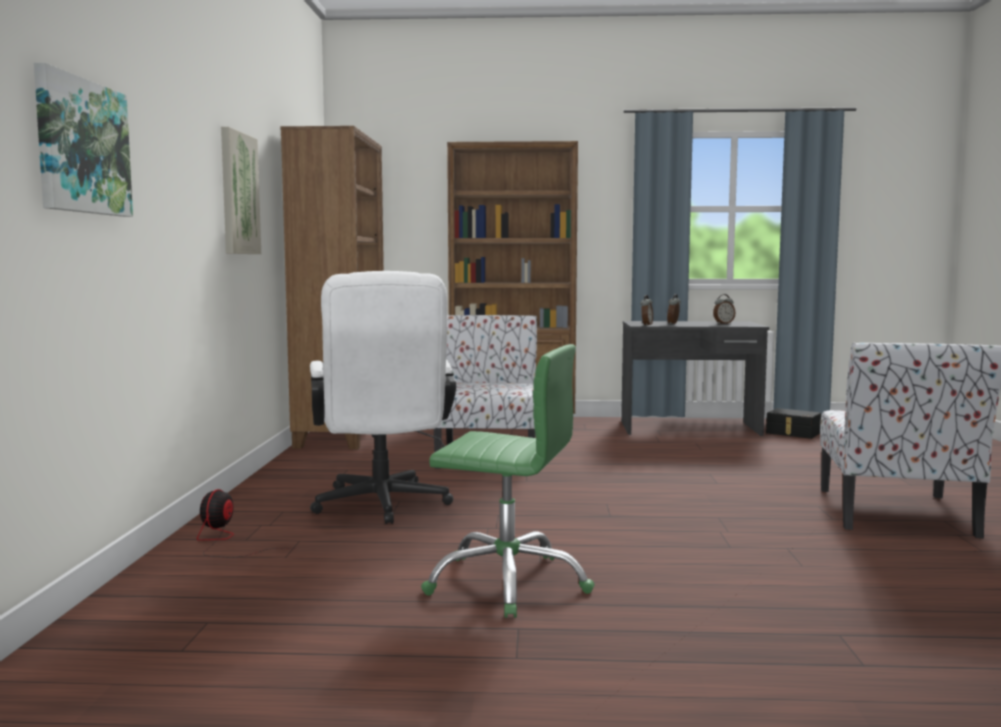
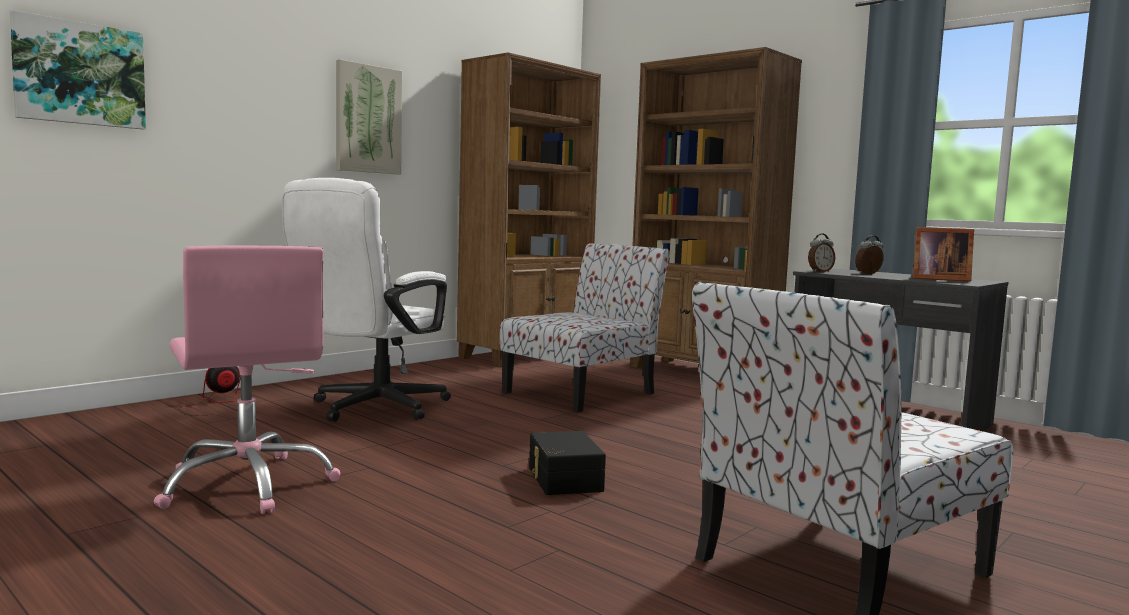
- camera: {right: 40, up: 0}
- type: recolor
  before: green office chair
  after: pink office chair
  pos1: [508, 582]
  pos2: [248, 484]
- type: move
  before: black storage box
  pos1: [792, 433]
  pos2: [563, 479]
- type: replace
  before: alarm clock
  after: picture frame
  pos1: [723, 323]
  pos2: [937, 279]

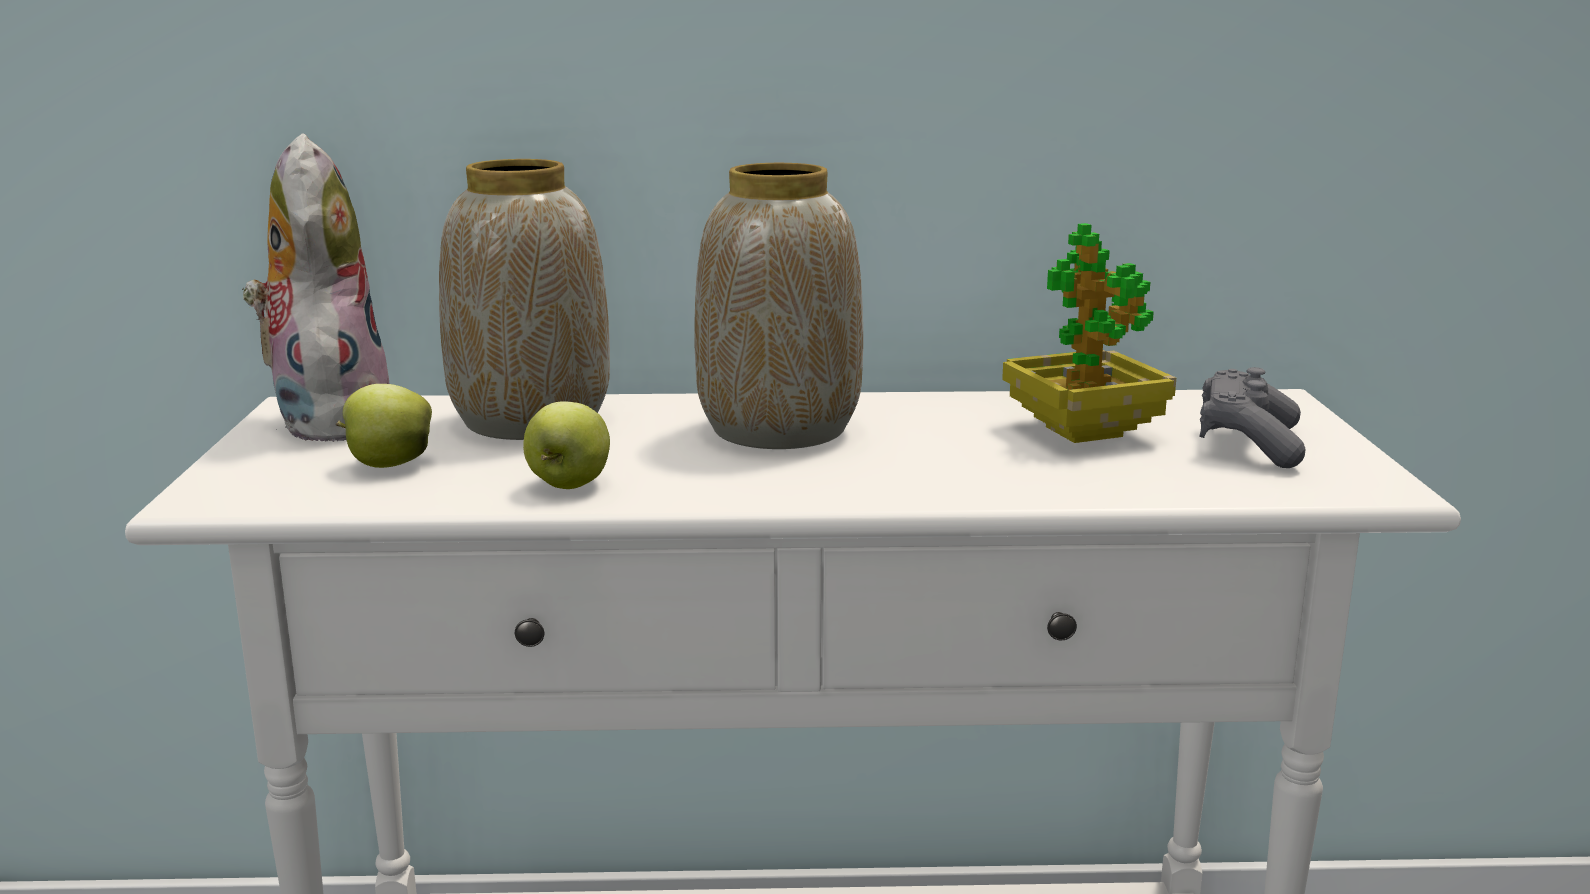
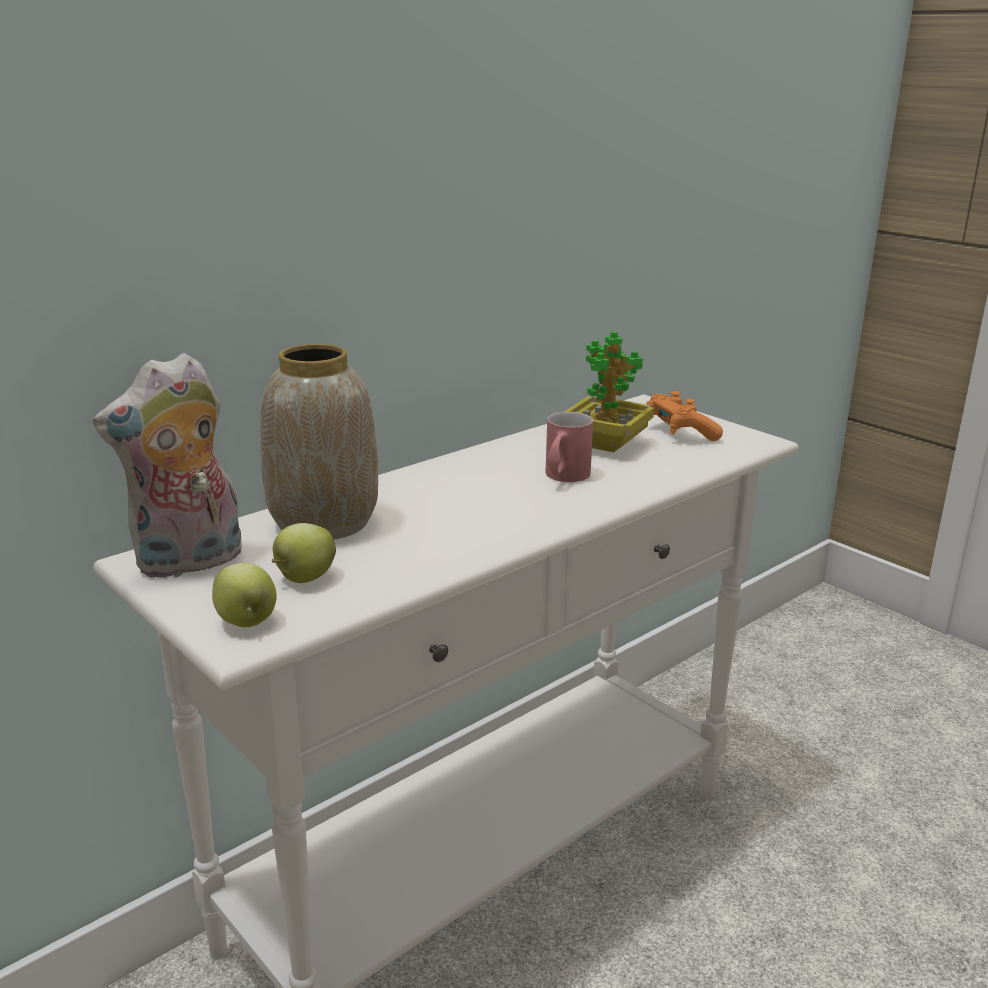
- camera: {right: -40, up: 5}
- type: rotate
  before: plush toy
  pos1: [327, 420]
  pos2: [189, 563]
  turn: -75
- type: move
  before: apple
  pos1: [569, 485]
  pos2: [247, 622]
- type: insert
  after: red mug
  pos2: [563, 478]
- type: recolor
  before: grey game controller
  after: orange game controller
  pos1: [1248, 444]
  pos2: [679, 432]
- type: delete
  before: vase
  pos1: [776, 430]

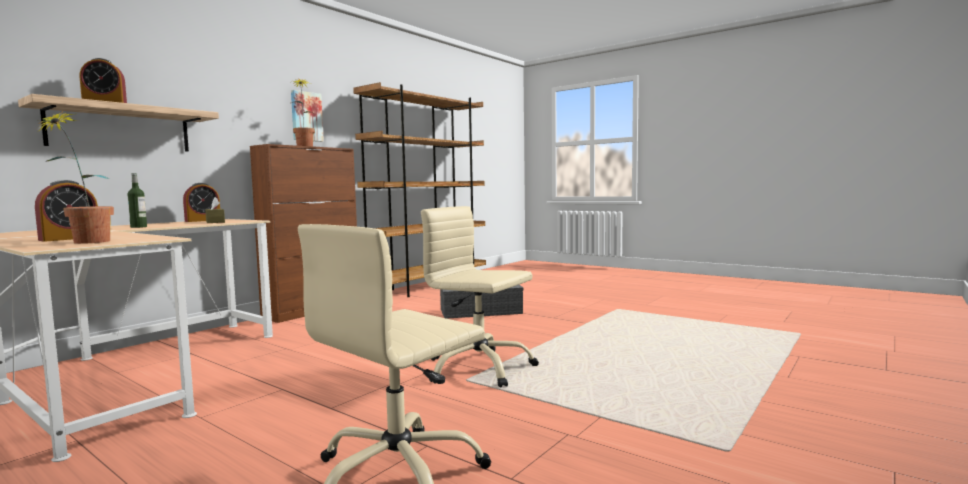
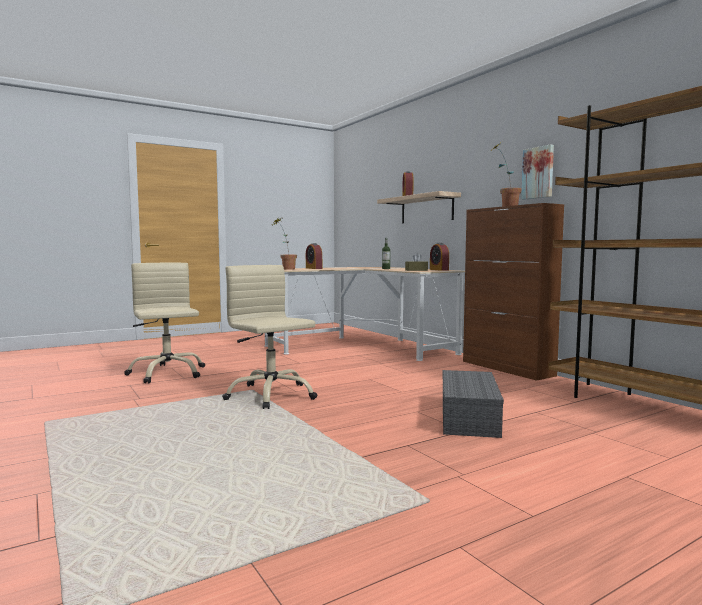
- camera: {right: 110, up: 0}
- type: rotate
  before: beige office chair
  pos1: [478, 368]
  pos2: [270, 395]
  turn: -90

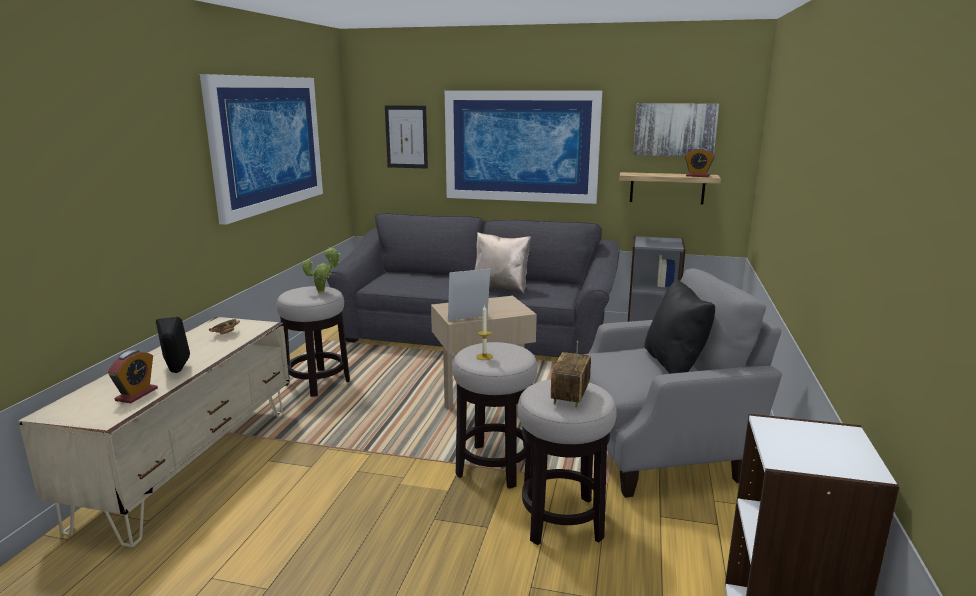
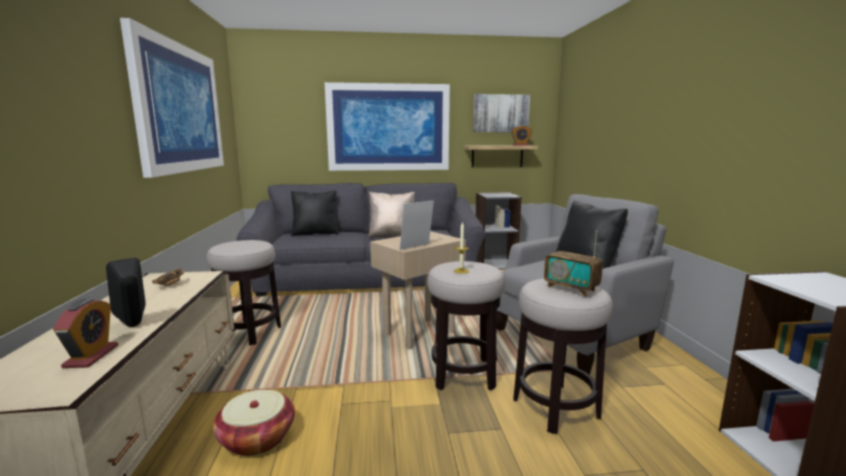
- camera: {right: -20, up: -5}
- type: insert
  after: basket
  pos2: [257, 438]
- type: insert
  after: black pillow
  pos2: [315, 233]
- type: rotate
  before: radio
  pos1: [570, 396]
  pos2: [571, 288]
  turn: -45
- type: delete
  before: potted plant
  pos1: [323, 291]
- type: delete
  before: picture
  pos1: [406, 137]

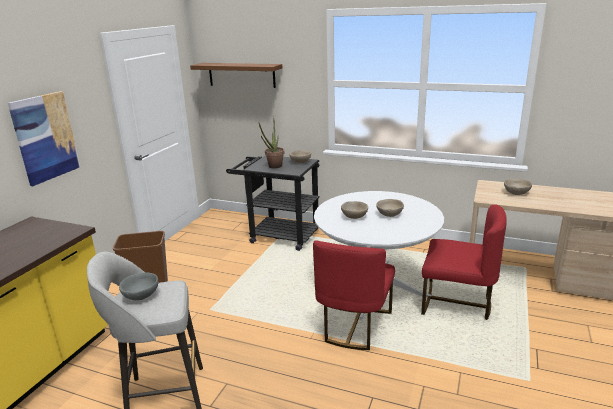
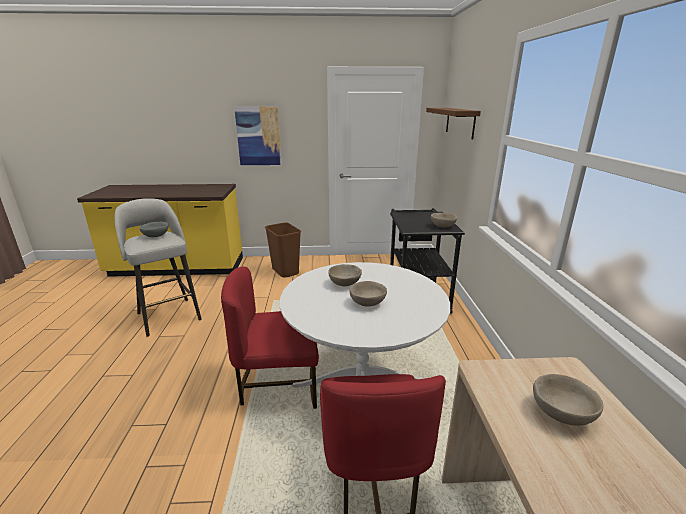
- camera: {right: 65, up: 0}
- type: delete
  before: potted plant
  pos1: [273, 167]

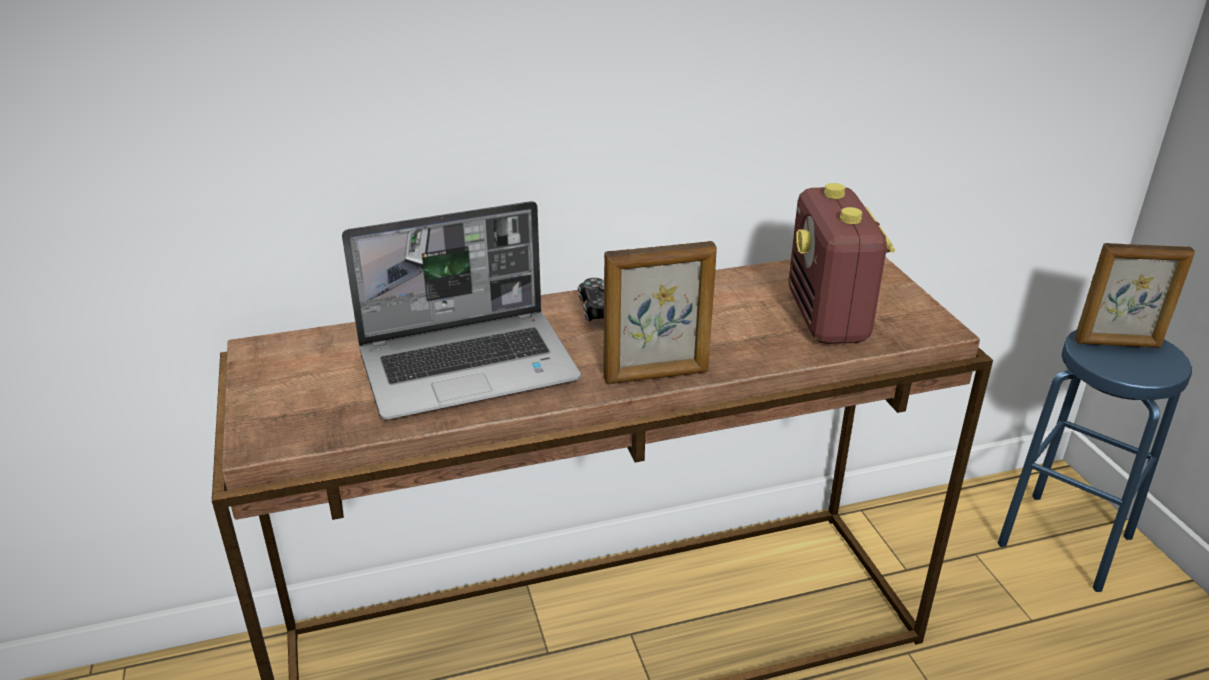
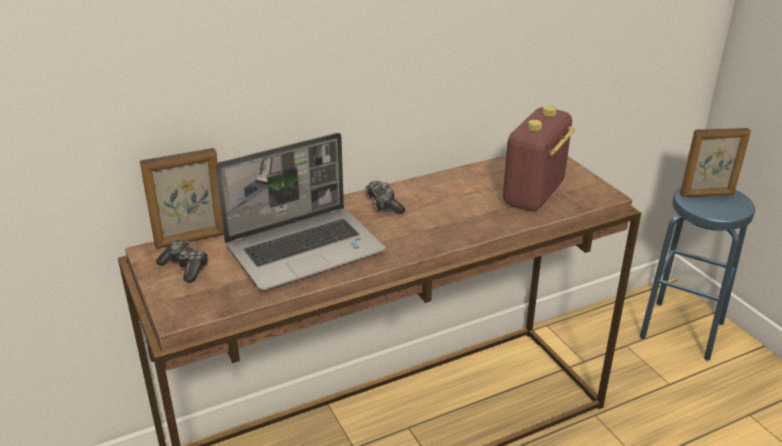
- camera: {right: -10, up: 0}
- type: move
  before: picture frame
  pos1: [656, 375]
  pos2: [191, 240]
- type: insert
  after: game controller
  pos2: [185, 267]
- type: rotate
  before: radio
  pos1: [828, 318]
  pos2: [533, 194]
  turn: 45

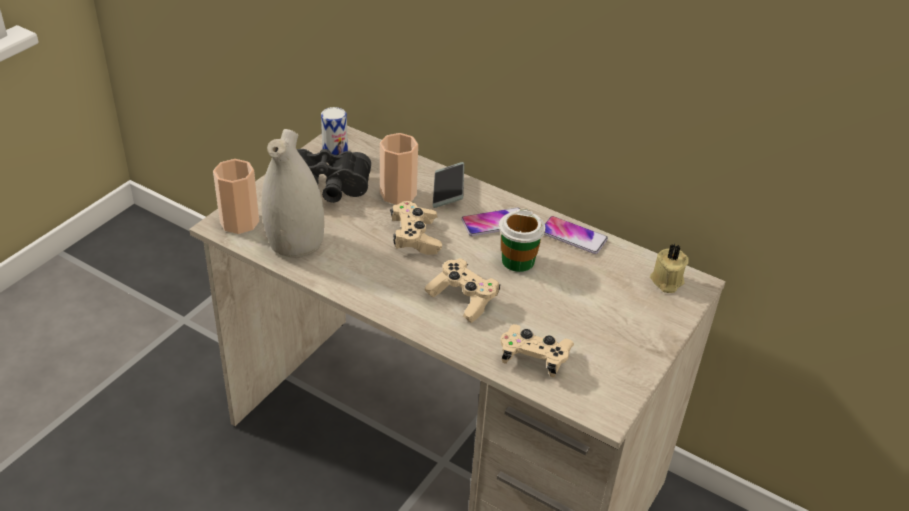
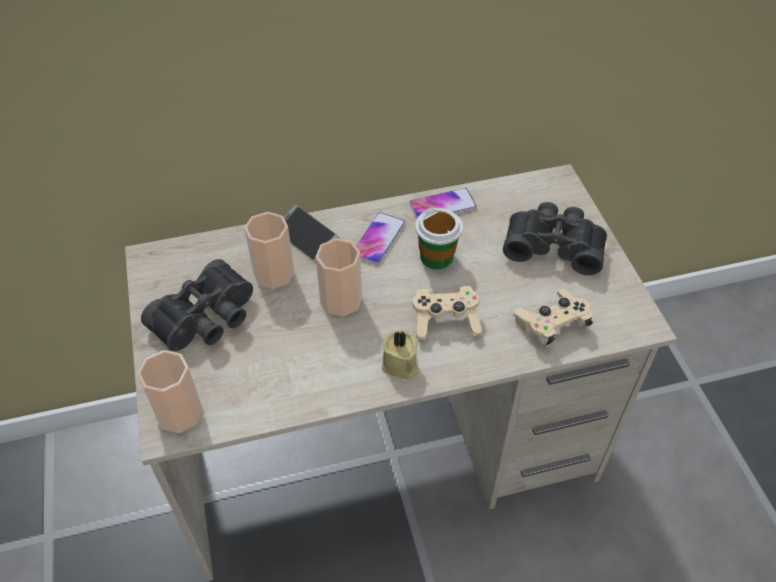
- camera: {right: -45, up: 10}
- type: replace
  before: beige game controller
  after: cup
  pos1: [415, 237]
  pos2: [341, 300]
- type: move
  before: beige candle
  pos1: [666, 281]
  pos2: [400, 365]
- type: insert
  after: black binoculars
  pos2: [554, 245]
- type: delete
  before: white vase
  pos1: [295, 243]
- type: delete
  before: can
  pos1: [335, 153]

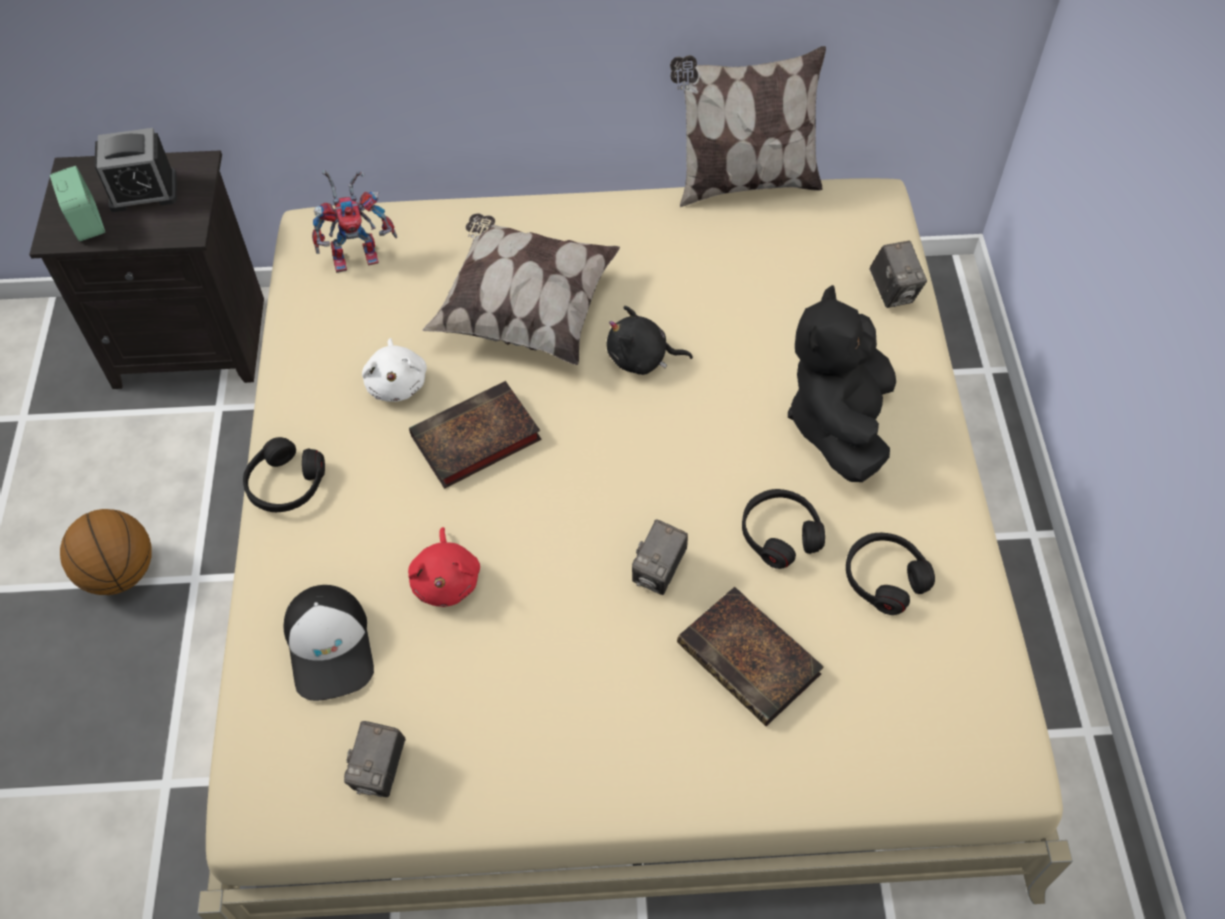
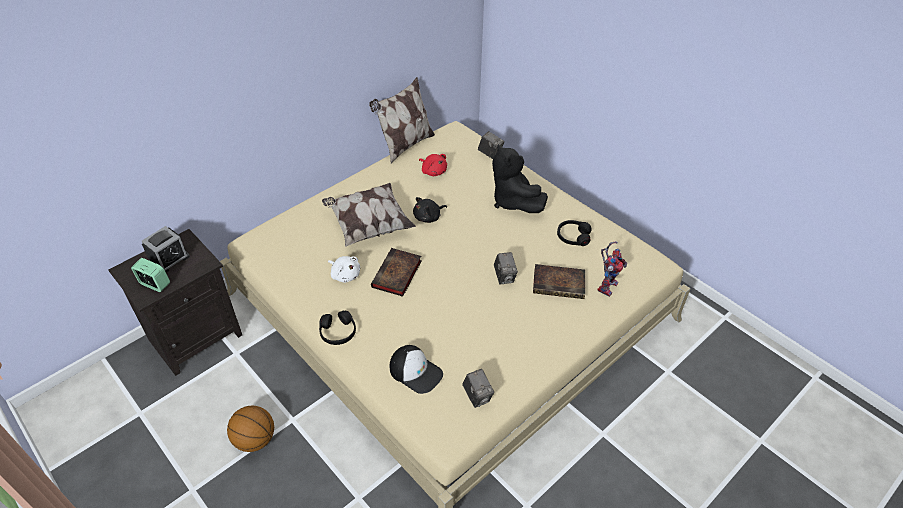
- camera: {right: -40, up: -10}
- type: move
  before: red plush toy
  pos1: [446, 580]
  pos2: [433, 171]
- type: move
  before: toy robot
  pos1: [359, 254]
  pos2: [606, 284]
- type: delete
  before: black headphones
  pos1: [780, 533]

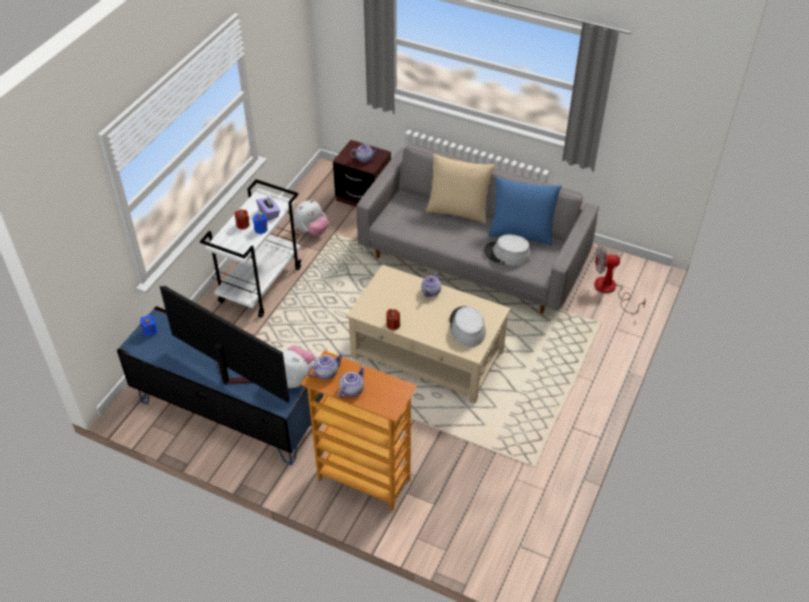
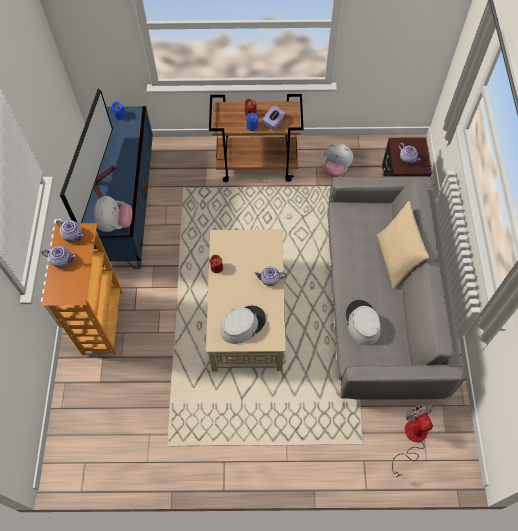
- camera: {right: 65, up: 15}
- type: recolor
  before: white cart
  after: brown cart
  pos1: [260, 284]
  pos2: [257, 164]
- type: delete
  before: blue pillow
  pos1: [521, 233]

